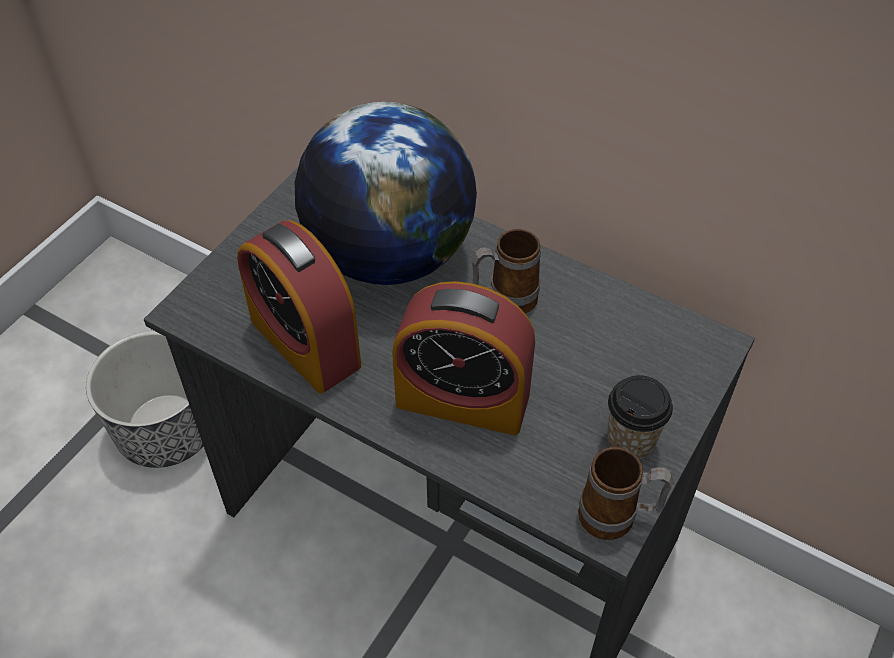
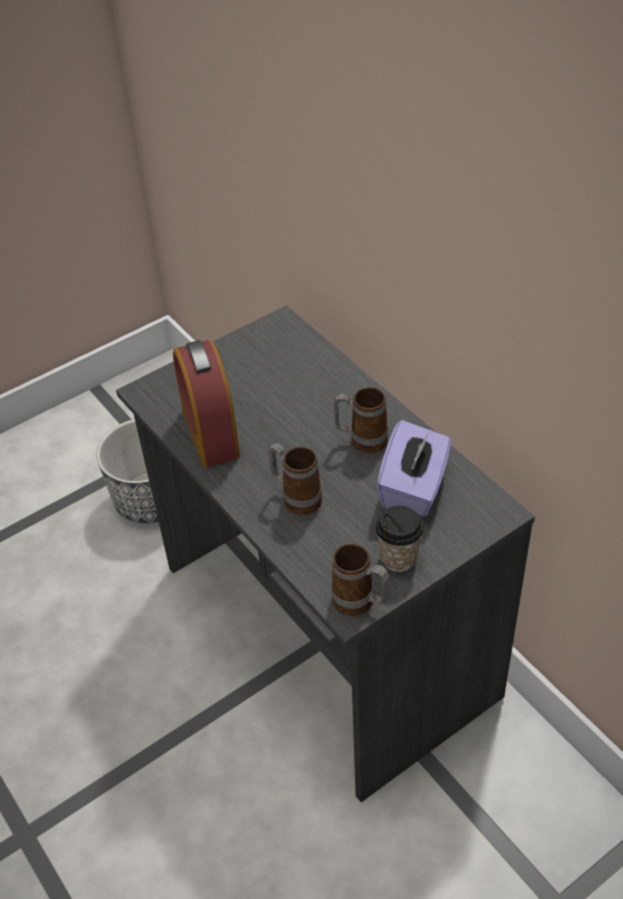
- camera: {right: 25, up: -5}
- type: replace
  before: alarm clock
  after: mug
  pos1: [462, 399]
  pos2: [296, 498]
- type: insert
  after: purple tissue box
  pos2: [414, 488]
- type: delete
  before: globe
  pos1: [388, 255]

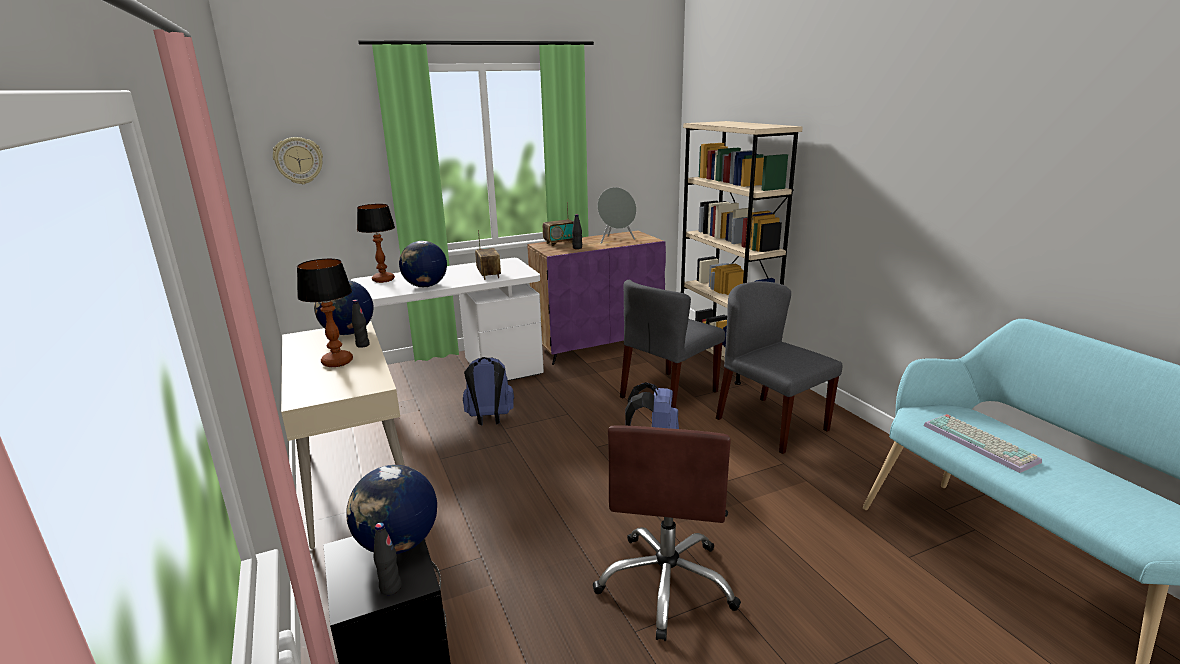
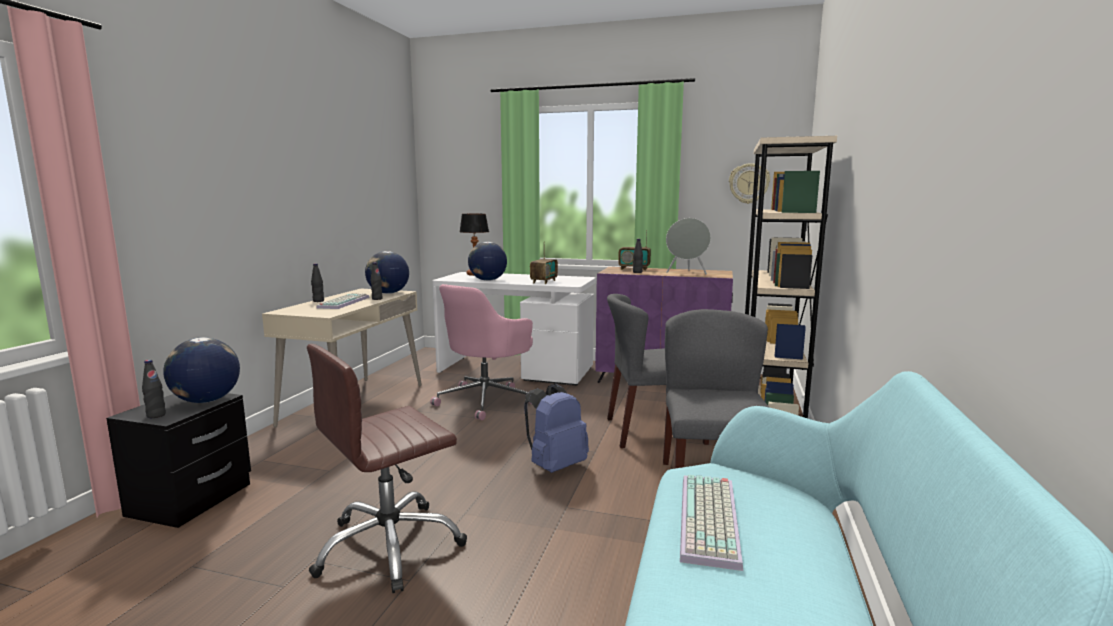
- camera: {right: 40, up: -10}
- type: insert
  after: black bottle
  pos2: [318, 301]
- type: replace
  before: table lamp
  after: keyboard
  pos1: [337, 362]
  pos2: [343, 302]
- type: replace
  before: blue backpack
  after: pink office chair
  pos1: [489, 419]
  pos2: [486, 400]
- type: move
  before: wall clock
  pos1: [298, 160]
  pos2: [749, 183]

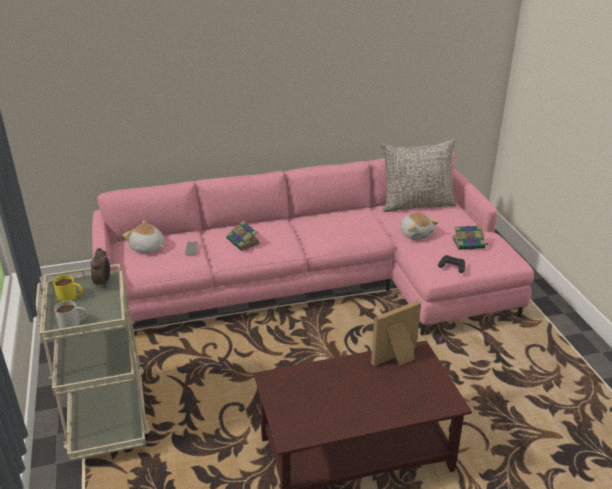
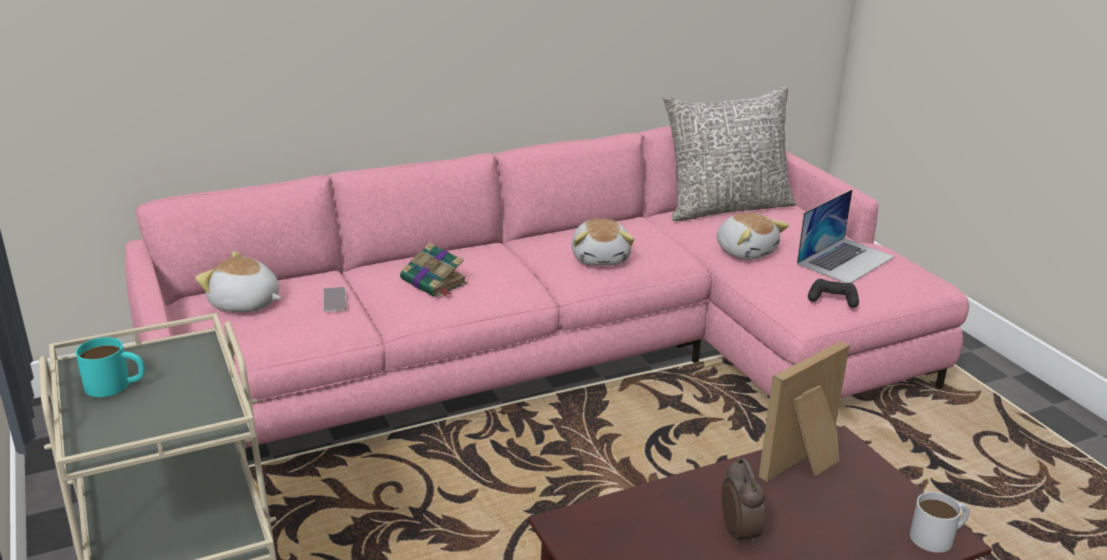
- camera: {right: -10, up: -5}
- type: recolor
  before: yellow mug
  after: turquoise mug
  pos1: [71, 296]
  pos2: [116, 385]
- type: insert
  after: plush toy
  pos2: [601, 258]
- type: move
  before: alarm clock
  pos1: [103, 283]
  pos2: [740, 533]
- type: replace
  before: book
  after: laptop
  pos1: [469, 243]
  pos2: [846, 260]
- type: move
  before: white mug
  pos1: [73, 322]
  pos2: [939, 536]

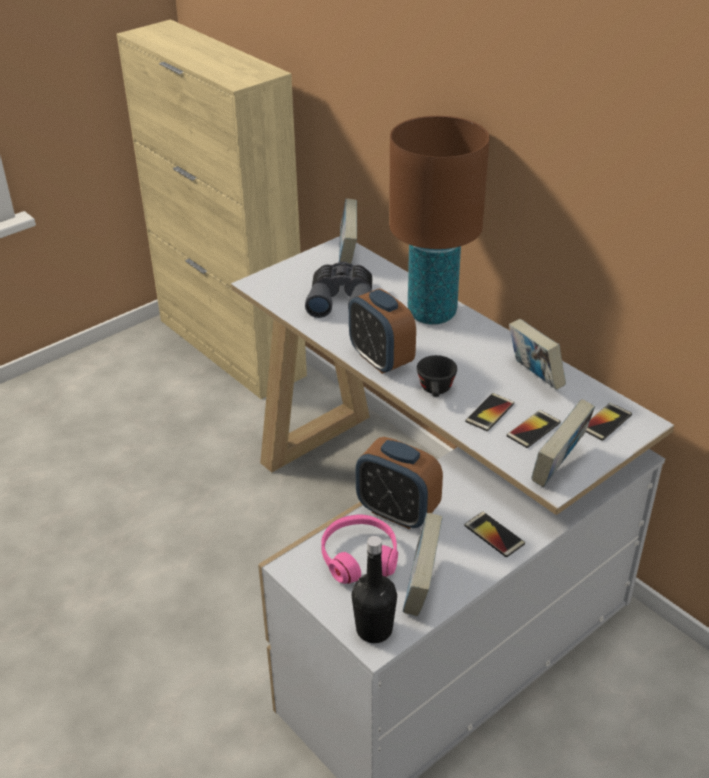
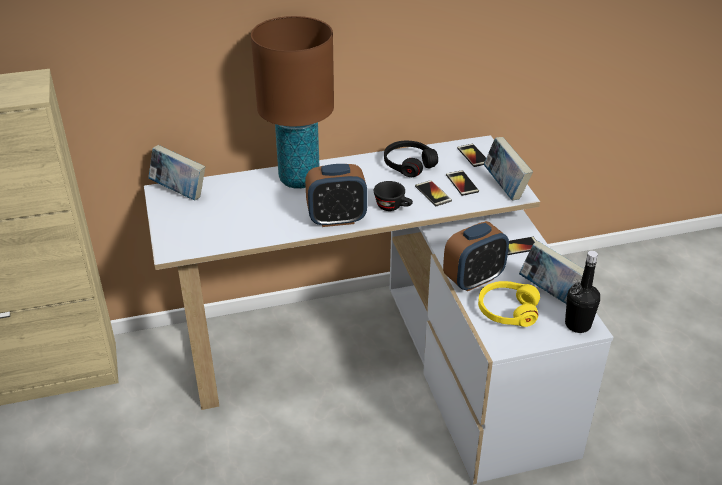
- camera: {right: -65, up: 0}
- type: replace
  before: book
  after: black headphones
  pos1: [534, 377]
  pos2: [408, 164]
- type: recolor
  before: pink headphones
  after: yellow headphones
  pos1: [359, 556]
  pos2: [507, 310]
- type: delete
  before: grey binoculars
  pos1: [342, 299]

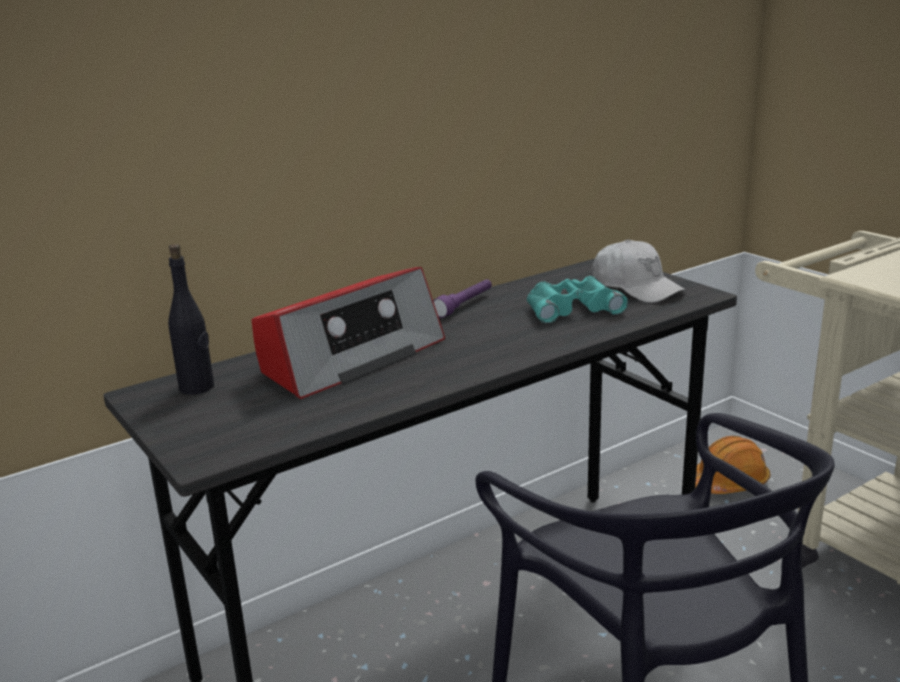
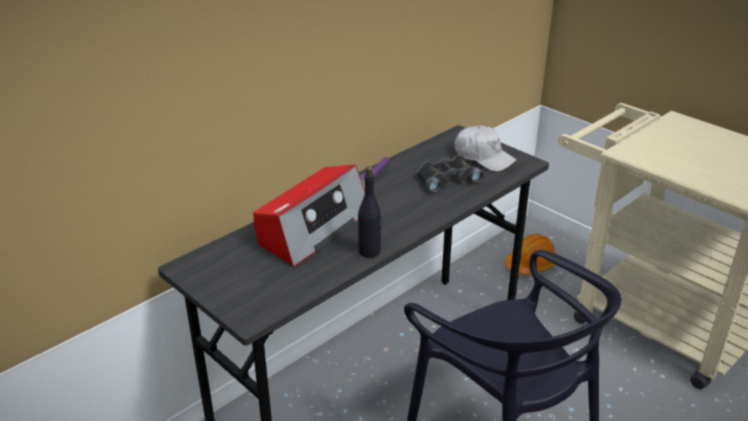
- camera: {right: -10, up: 10}
- type: move
  before: black bottle
  pos1: [197, 387]
  pos2: [370, 251]
- type: recolor
  before: turquoise binoculars
  after: black binoculars
  pos1: [571, 308]
  pos2: [446, 178]

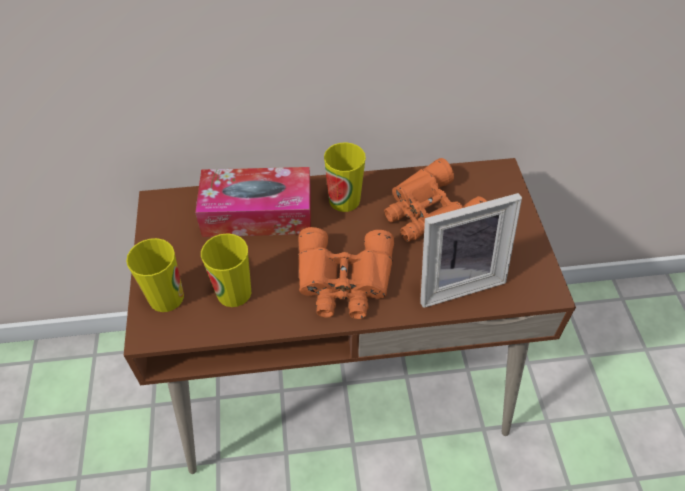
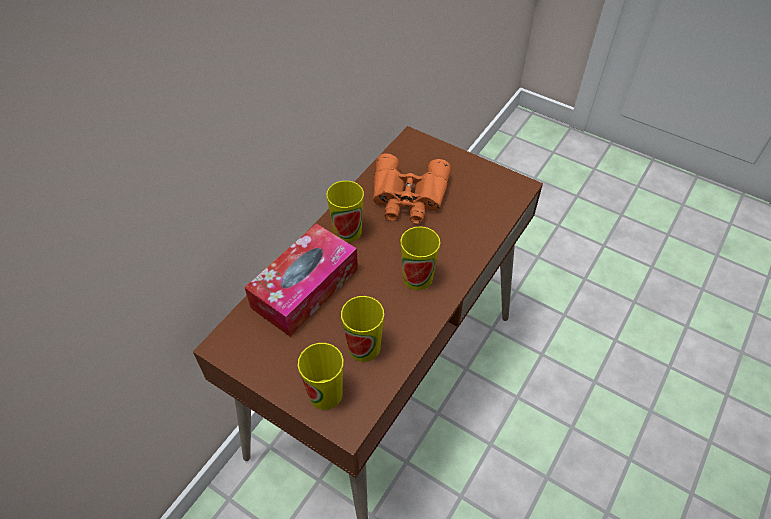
- camera: {right: -50, up: 0}
- type: replace
  before: orange binoculars
  after: cup
  pos1: [344, 281]
  pos2: [417, 278]
- type: delete
  before: picture frame
  pos1: [456, 279]

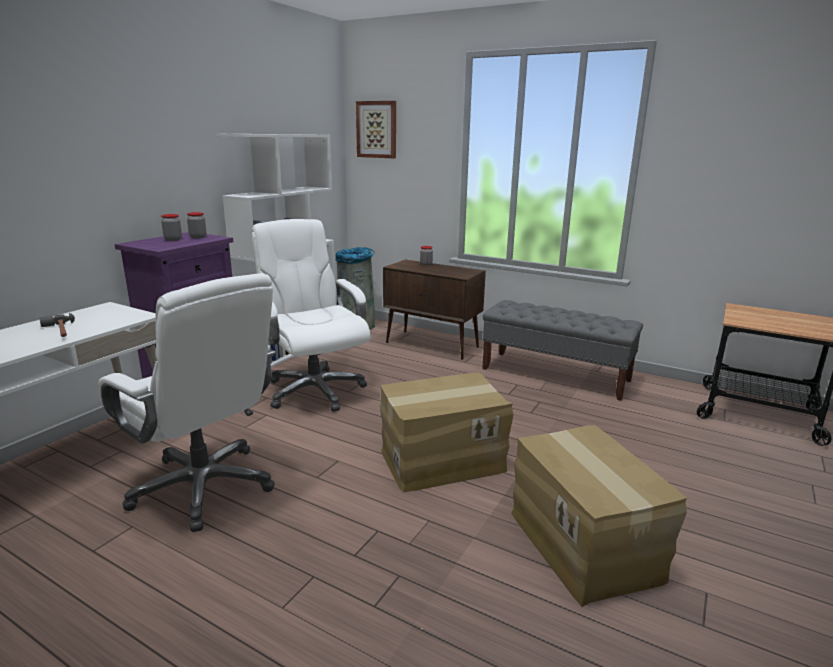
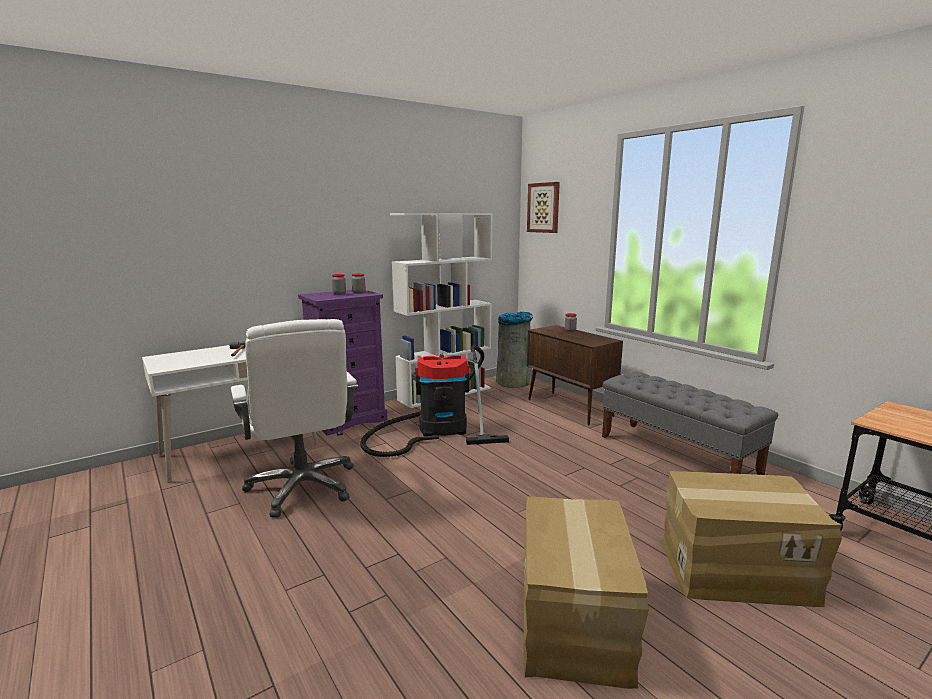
- camera: {right: 25, up: -5}
- type: replace
  before: white office chair
  after: vacuum cleaner
  pos1: [314, 390]
  pos2: [437, 430]
- type: move
  before: cardboard box
  pos1: [441, 460]
  pos2: [735, 570]

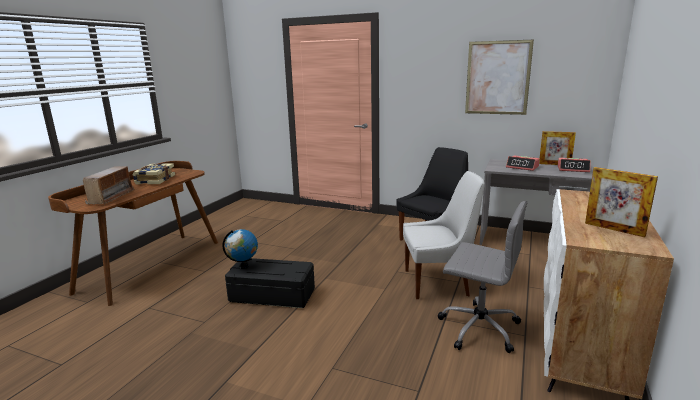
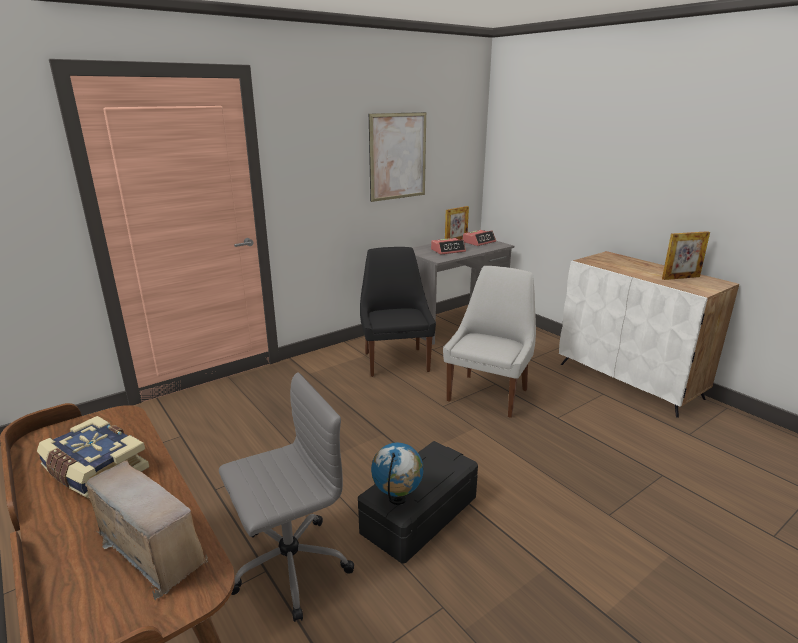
- camera: {right: -60, up: 5}
- type: move
  before: grey office chair
  pos1: [478, 327]
  pos2: [288, 566]

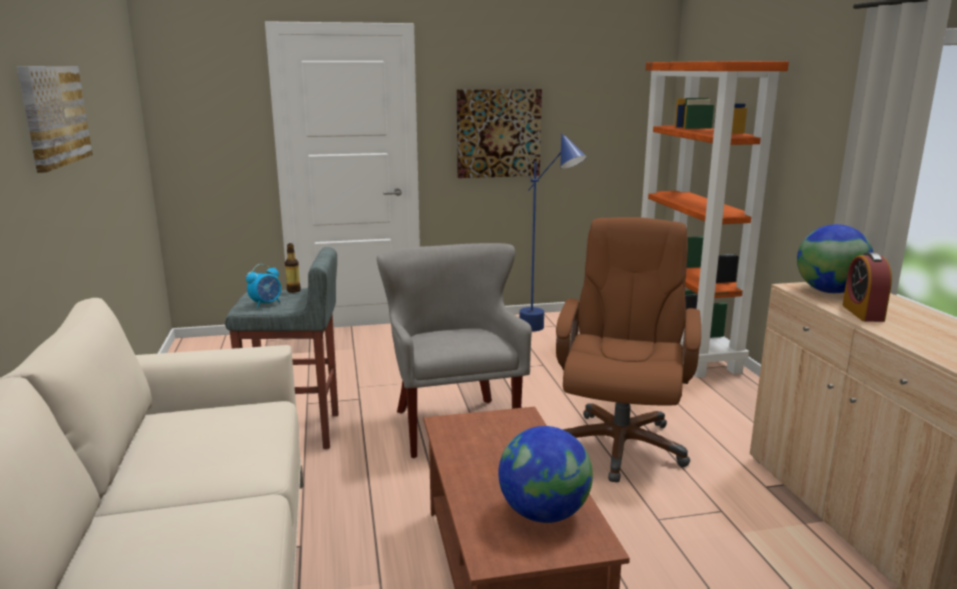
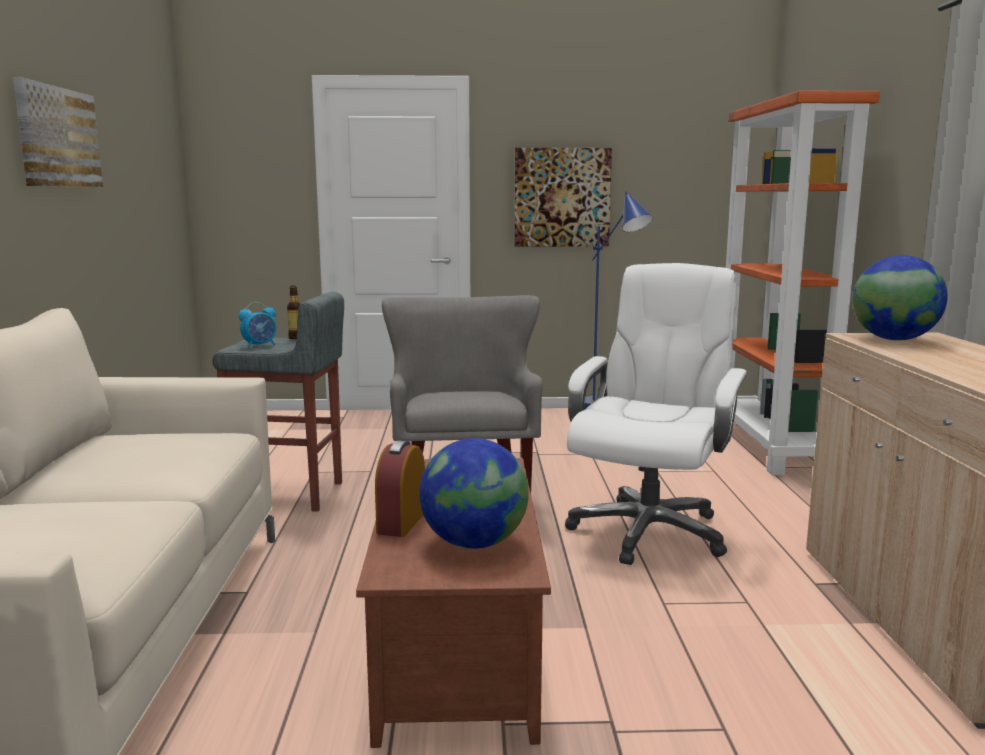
- camera: {right: 10, up: -5}
- type: move
  before: alarm clock
  pos1: [862, 313]
  pos2: [401, 522]
- type: recolor
  before: brown office chair
  after: white office chair
  pos1: [619, 445]
  pos2: [648, 531]

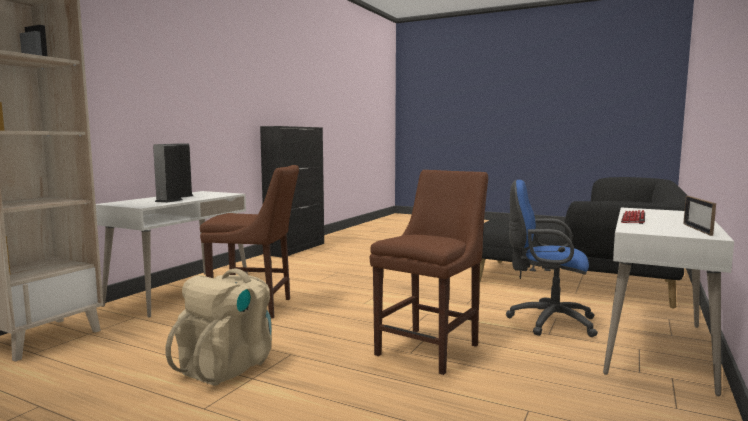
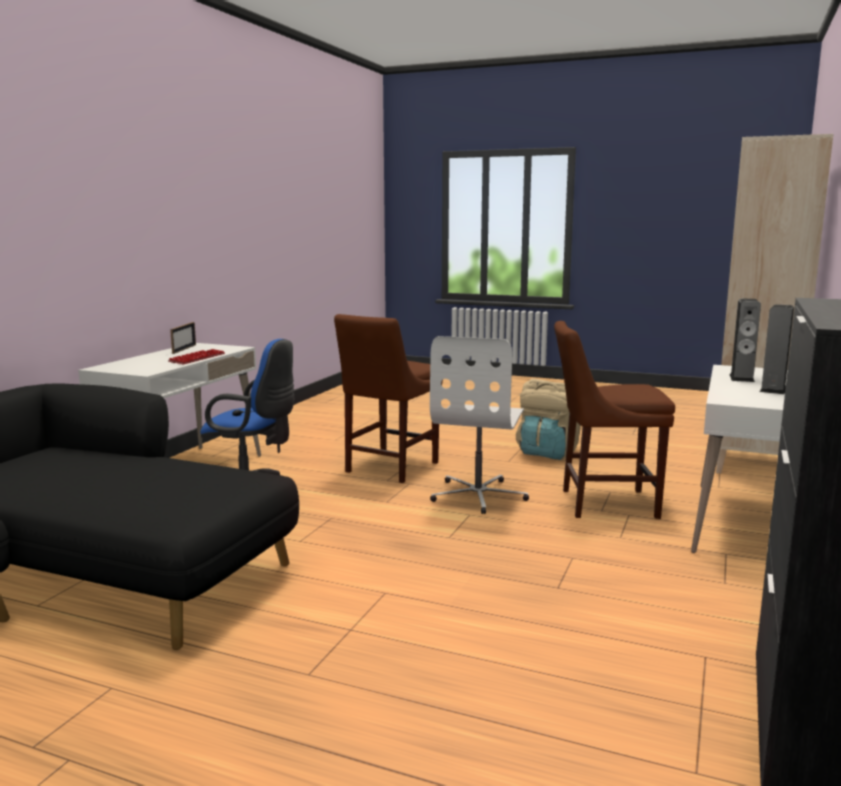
- camera: {right: 175, up: 5}
- type: insert
  after: white office chair
  pos2: [479, 495]

